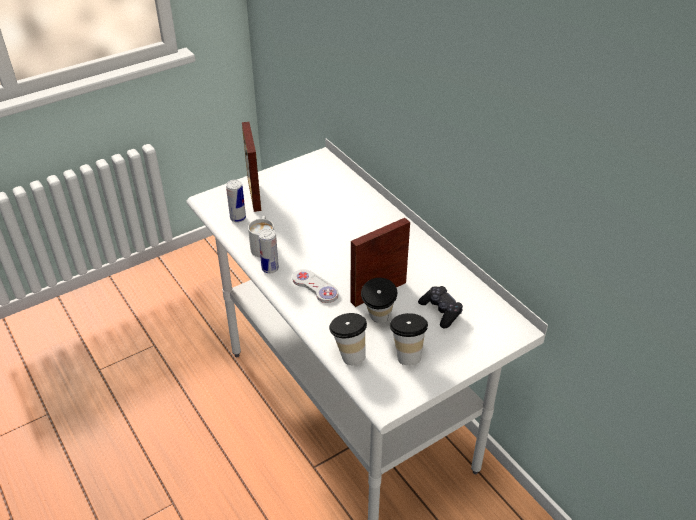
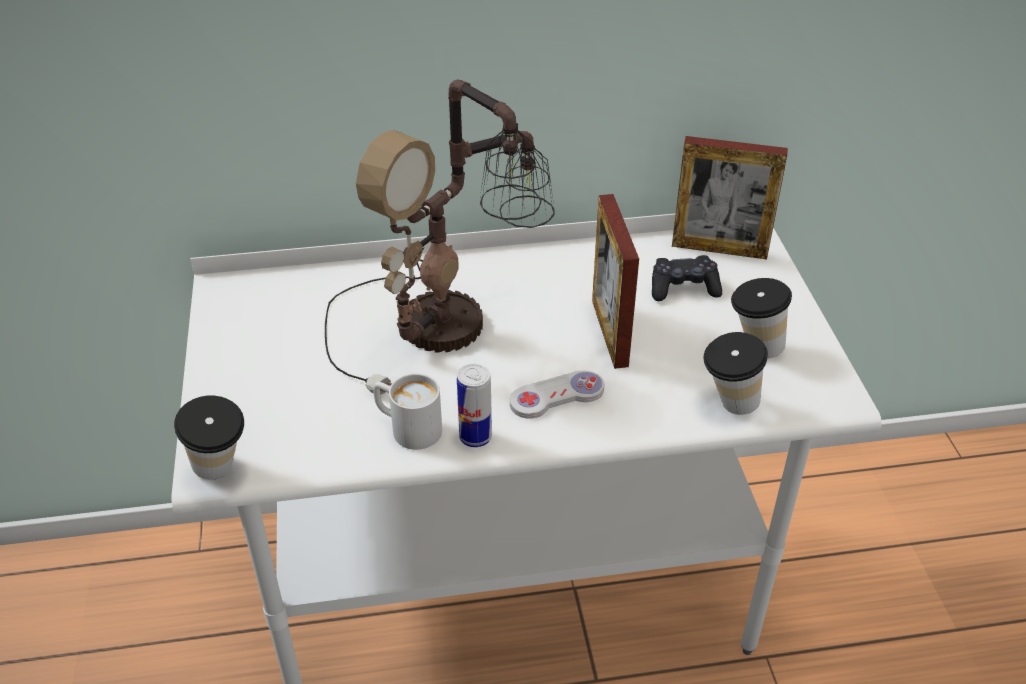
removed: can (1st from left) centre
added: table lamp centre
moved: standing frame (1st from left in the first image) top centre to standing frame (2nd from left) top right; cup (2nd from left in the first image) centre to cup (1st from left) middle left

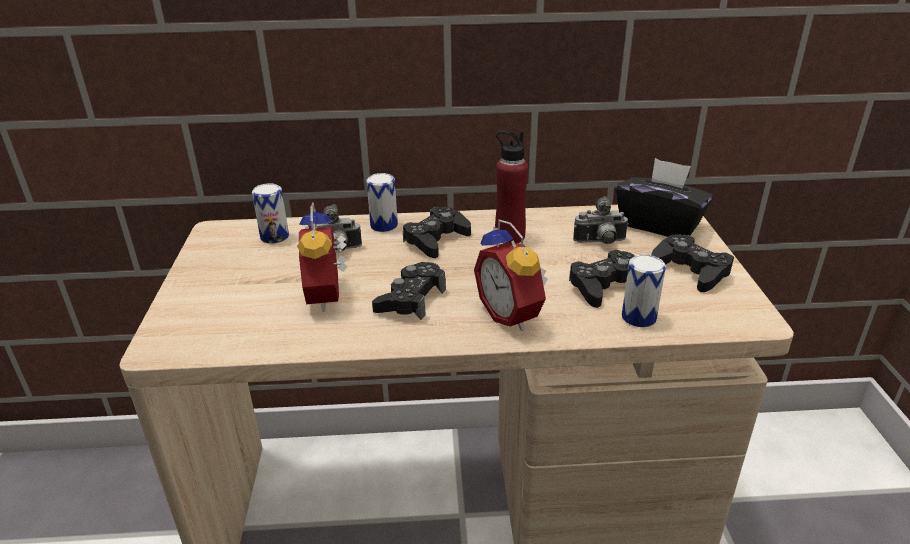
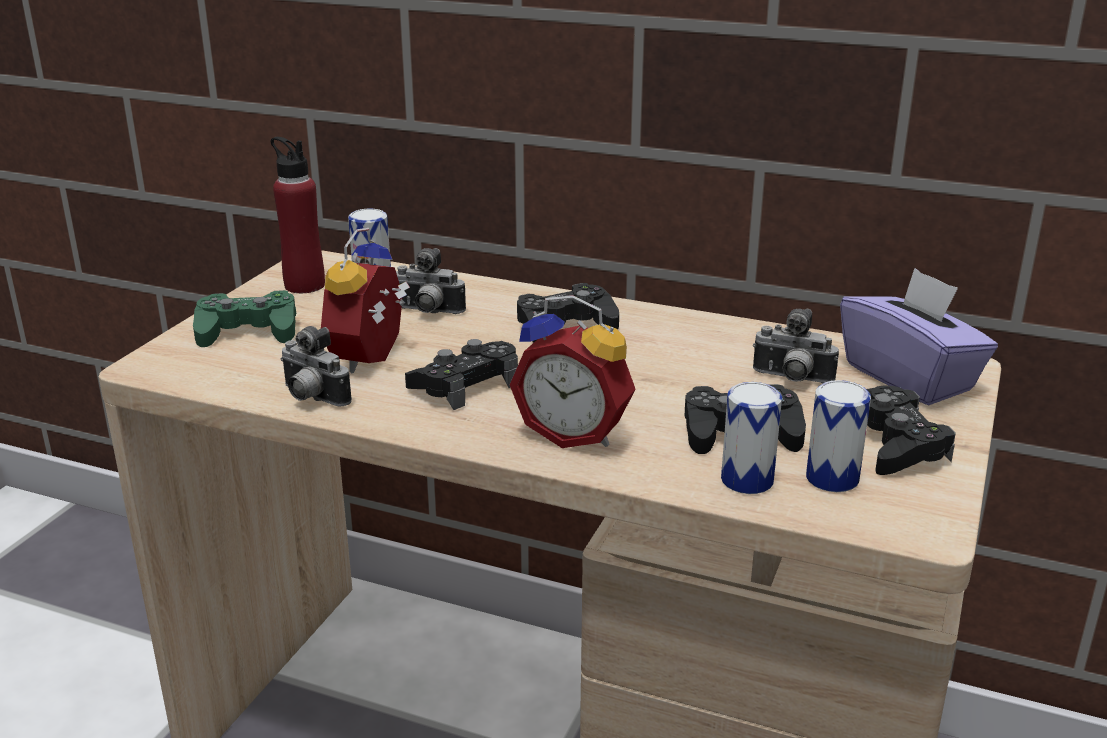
added: game controller (green-coloured) middle left; photo camera (1st from left) middle left
moved: can (2nd from left in the first image) centre to can (3rd from left) middle right; bottle (red) centre to top left
recoloured: tissue holder (blackish) middle right to tissue holder (purplish) middle right
turned: alarm clock (2nd from left) centre = centre 60 degrees counterclockwise

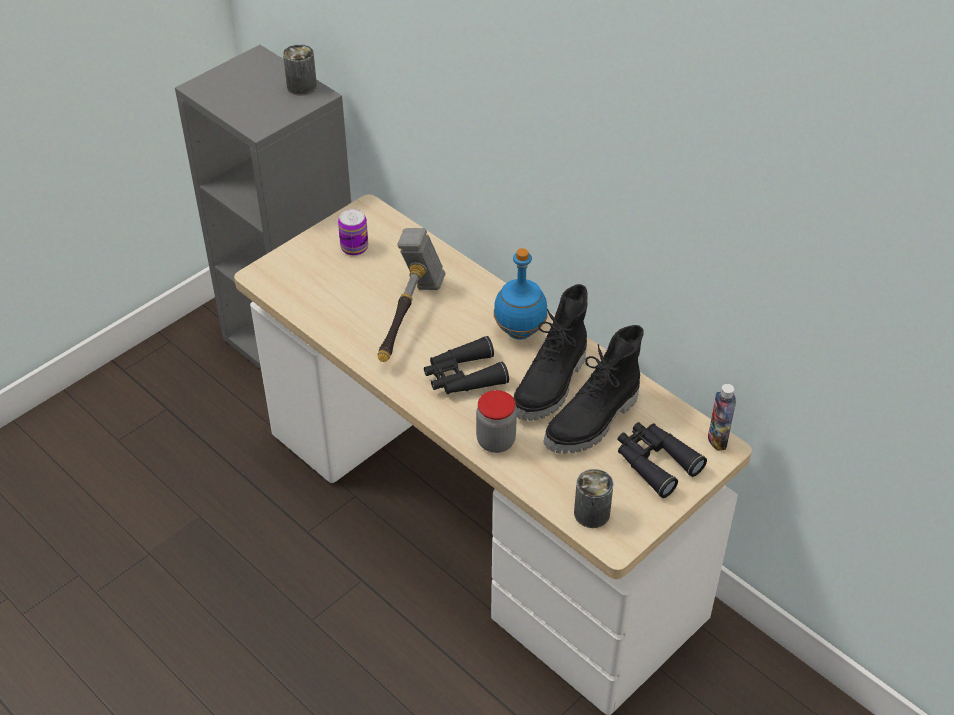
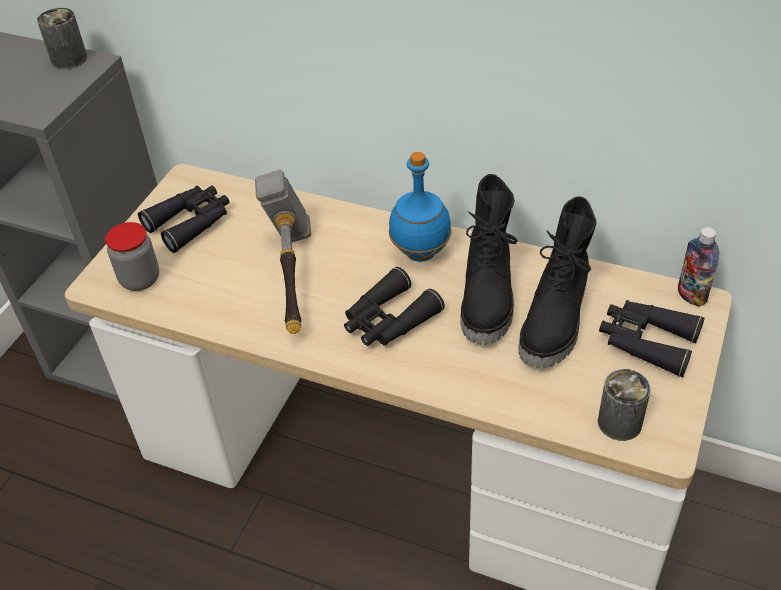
moved: preserve jar centre to middle left
replaced: can (2nd from left) top centre to pair of binoculars (blackish) (1st from left) middle left

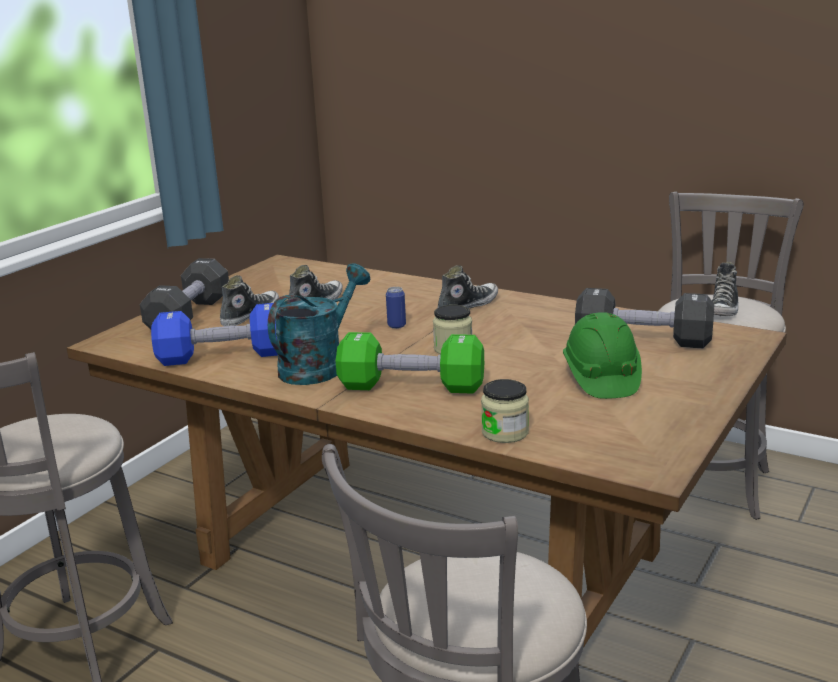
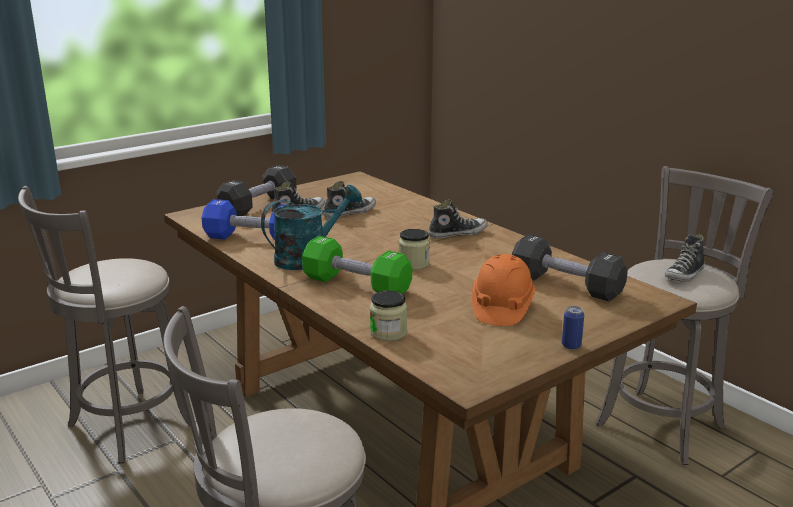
moved: can centre to middle right
recoloured: safety helmet (green-coloured) middle right to safety helmet (orangey) centre

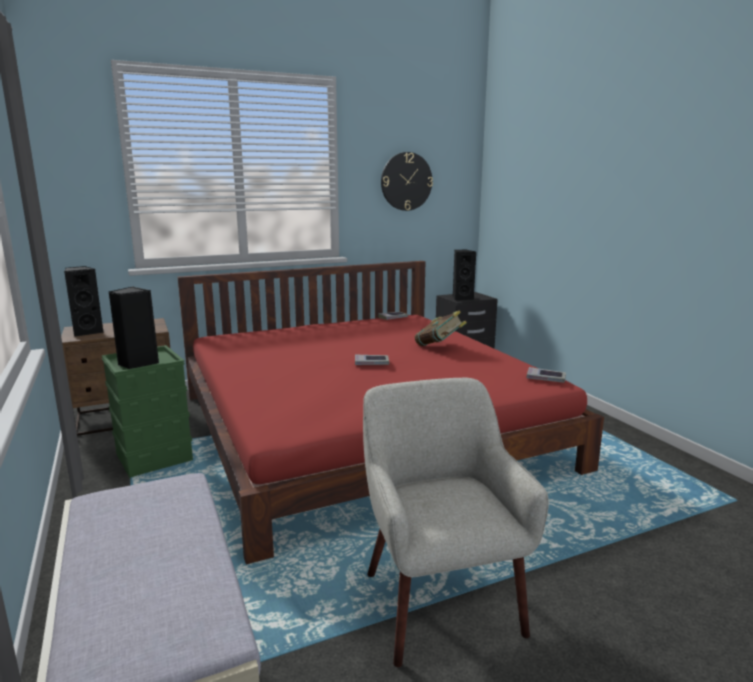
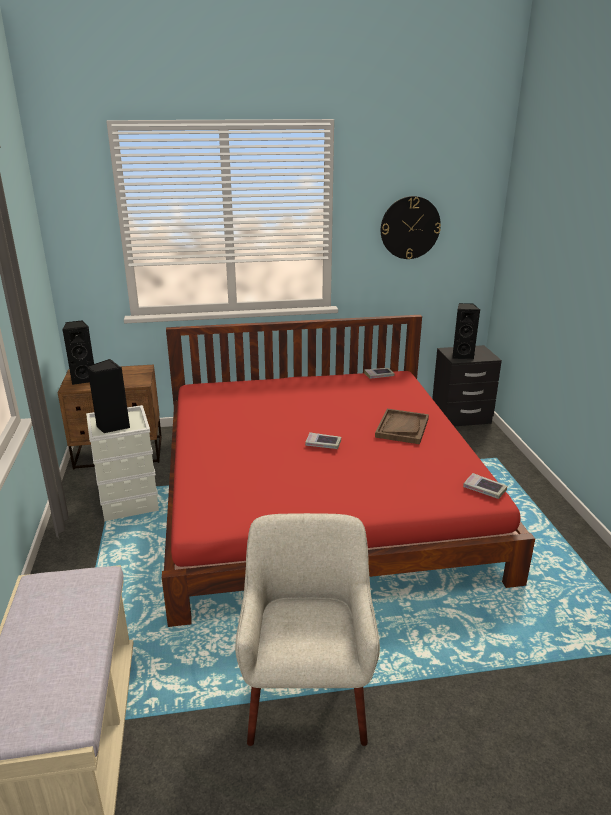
replaced: volume (3rd from left) centre to serving tray (brown) centre
recoloured: storage box (green-coloured) middle left to storage box (greyish) middle left

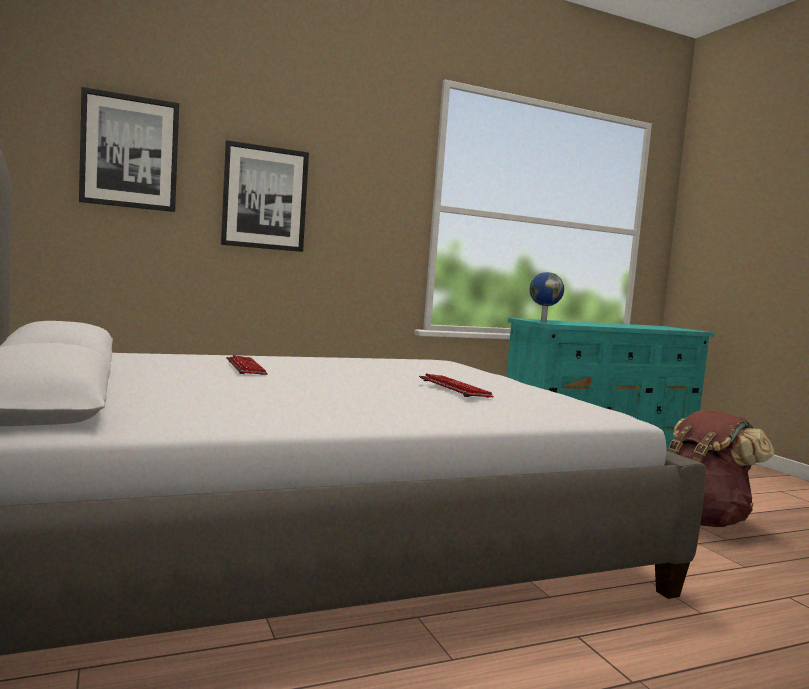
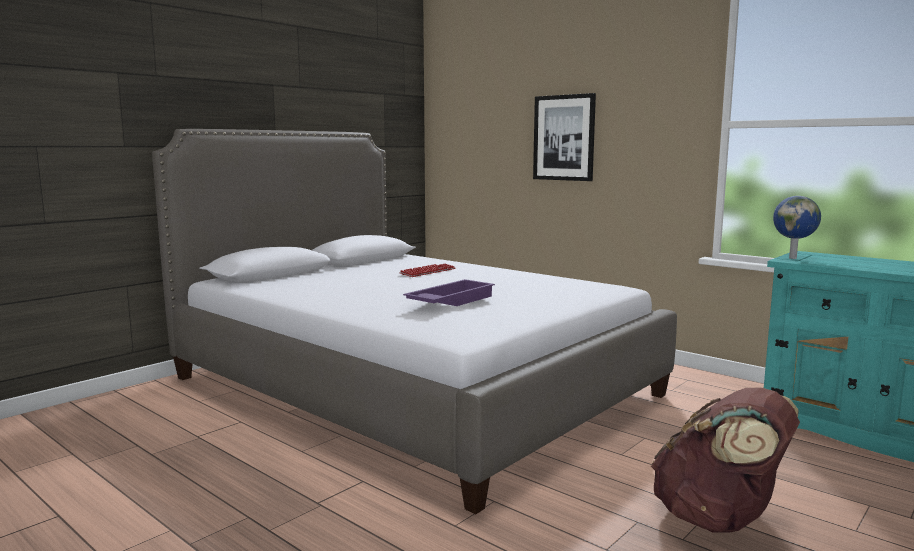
removed: wall art (1st from left) top left
replaced: computer keyboard (2nd from left) centre to serving tray (purplish) centre

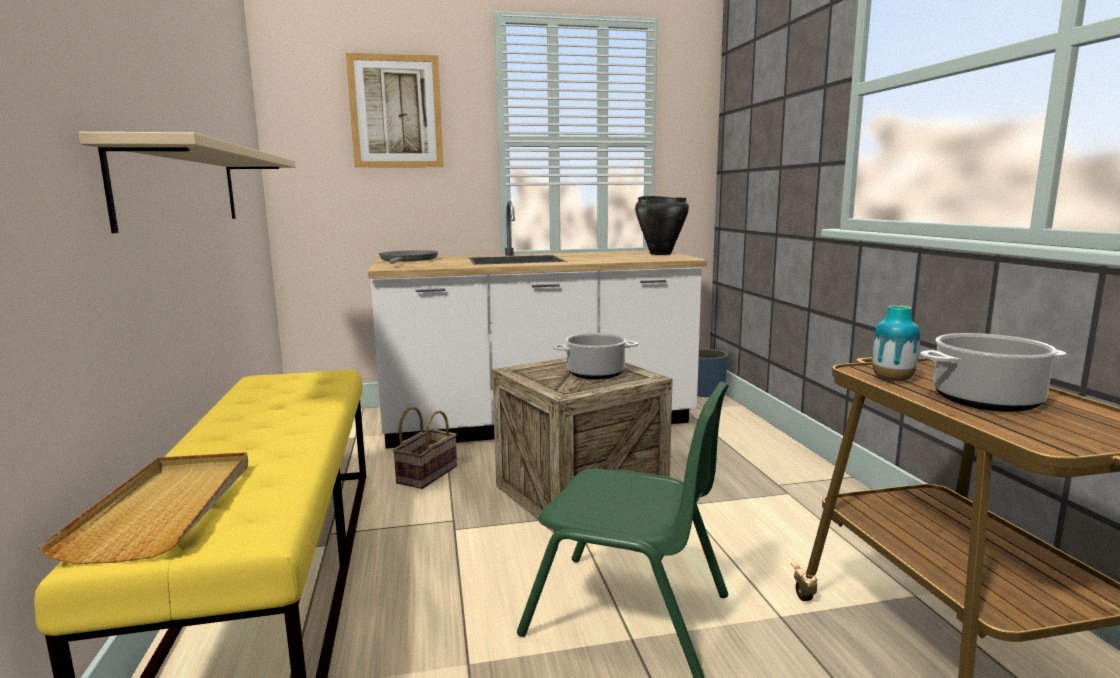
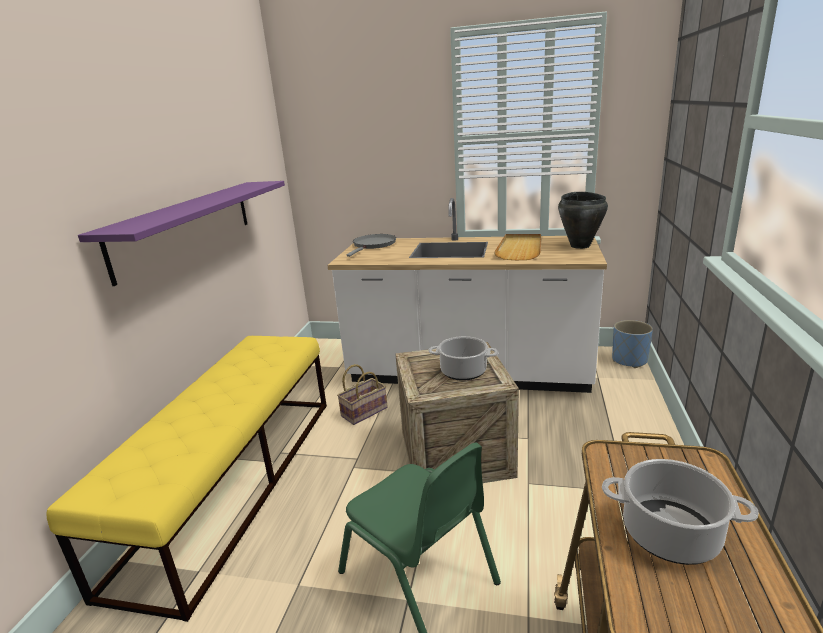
removed: wall art top centre; decorative vase middle right
moved: serving tray (beige-coloured) bottom left to centre
recoloured: shelf (beige-coloured) top left to shelf (purplish) middle left

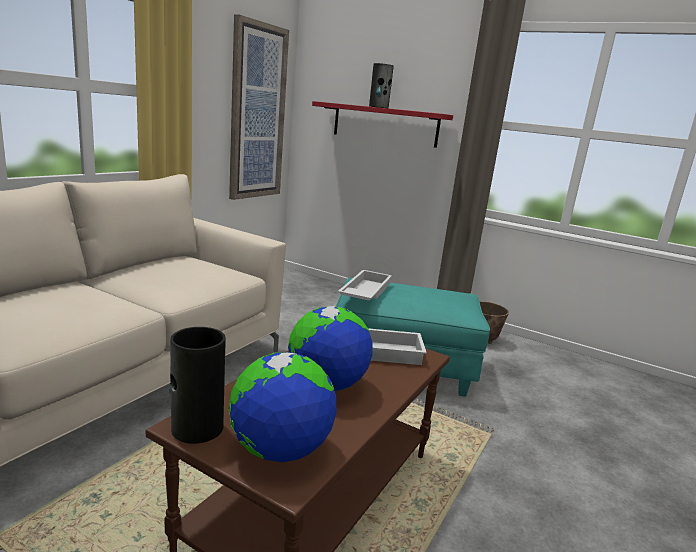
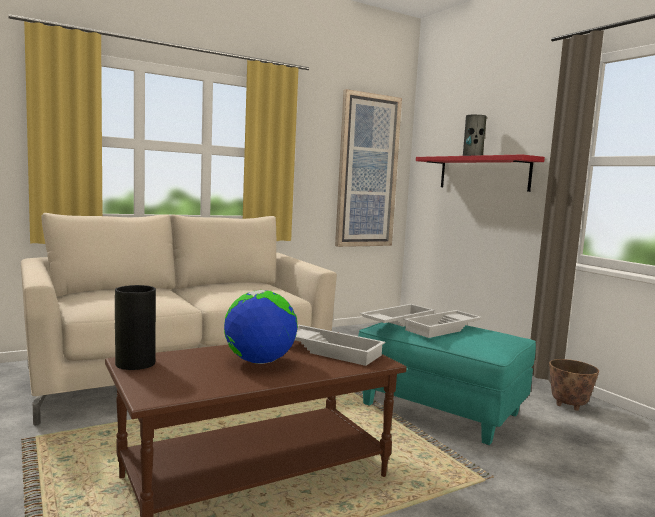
removed: world globe (1st from left) bottom centre
added: serving tray (white) (3rd from left) middle right

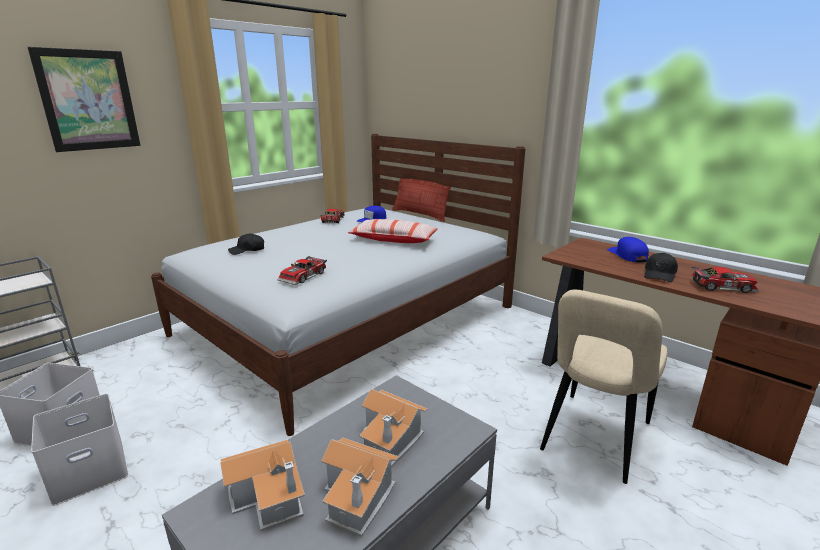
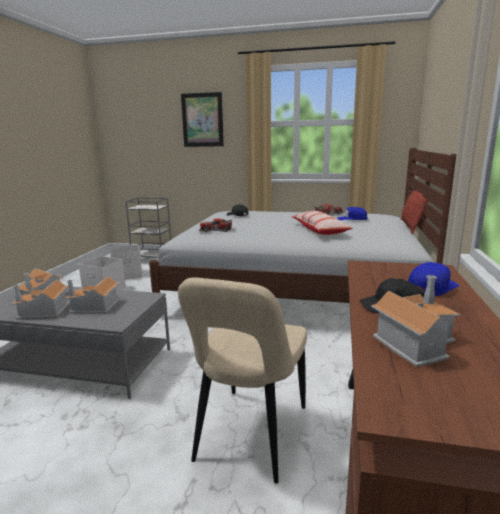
replaced: toy car (3rd from left) middle right to miniature house (4th from left) middle right
turned: plain chair (beige-coloured) bottom right = bottom centre 75 degrees counterclockwise

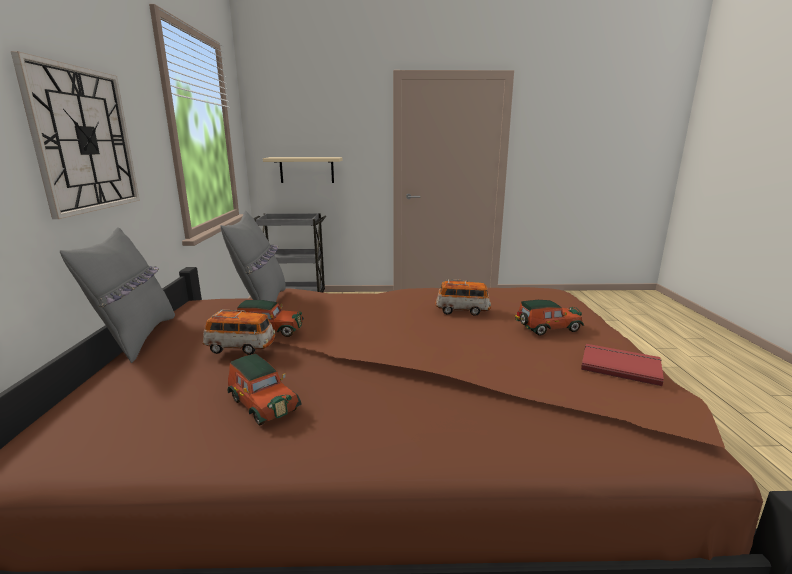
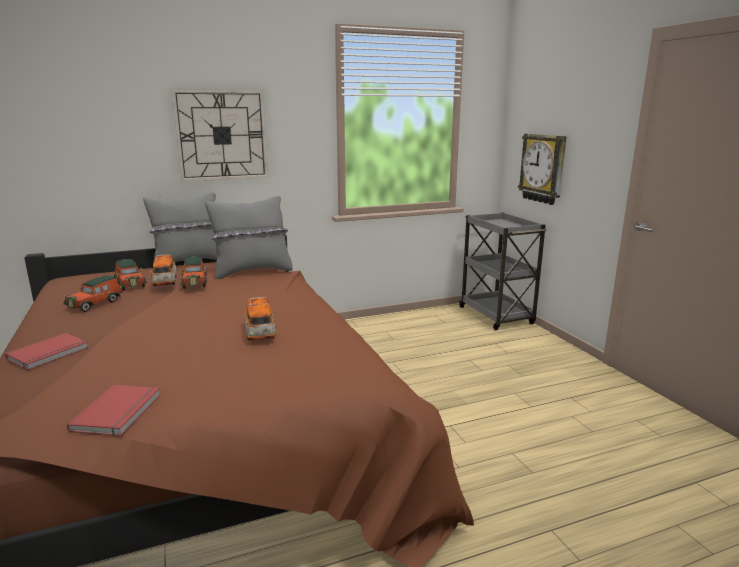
added: volume (red) (1st from left) middle left
moved: toy car (5th from left in the first image) middle right to toy car (2nd from left) middle left
replaced: shelf (beige-coloured) top centre to wall clock (2nd from left) top right

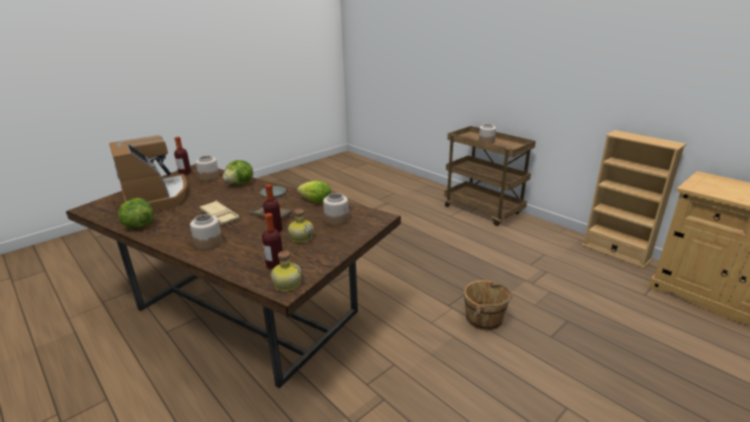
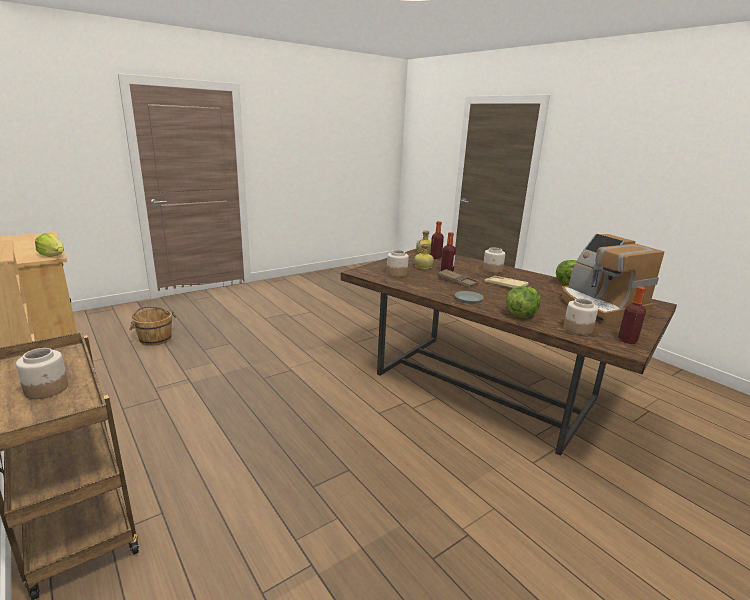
moved: lettuce head (3rd from left in the first image) centre to lettuce head (1st from left) middle left; pail (brown) bottom centre to middle left

